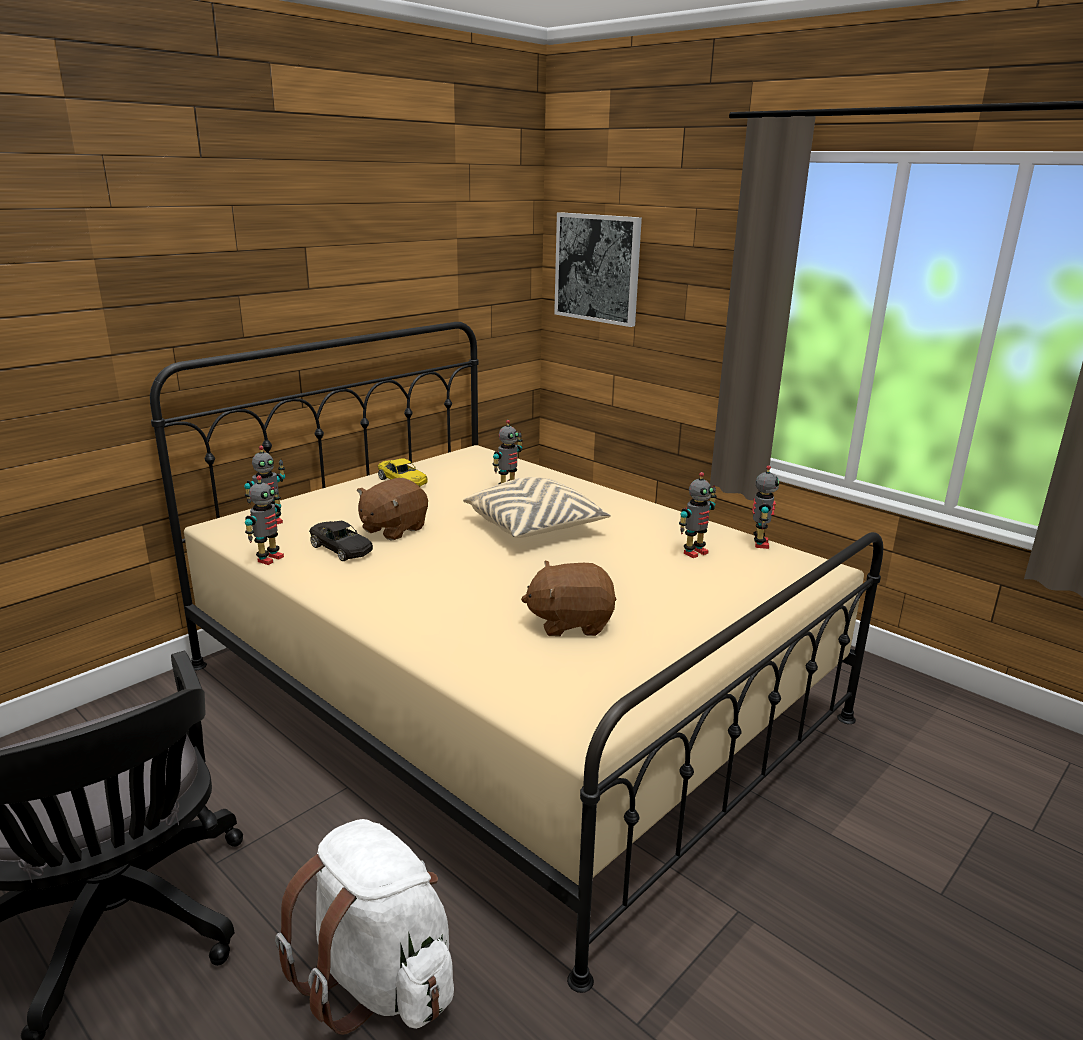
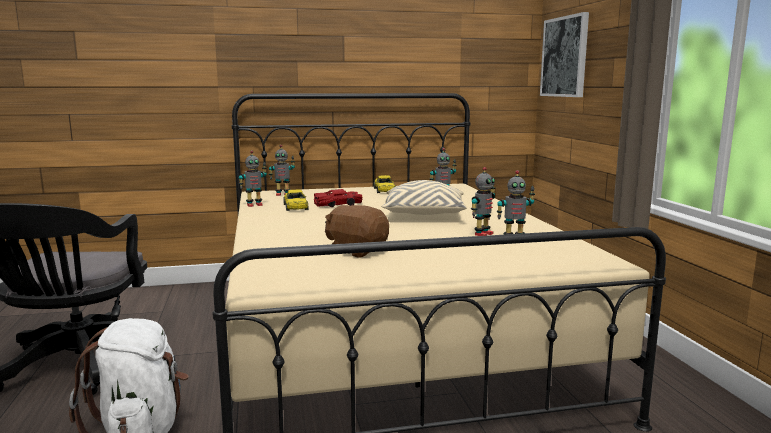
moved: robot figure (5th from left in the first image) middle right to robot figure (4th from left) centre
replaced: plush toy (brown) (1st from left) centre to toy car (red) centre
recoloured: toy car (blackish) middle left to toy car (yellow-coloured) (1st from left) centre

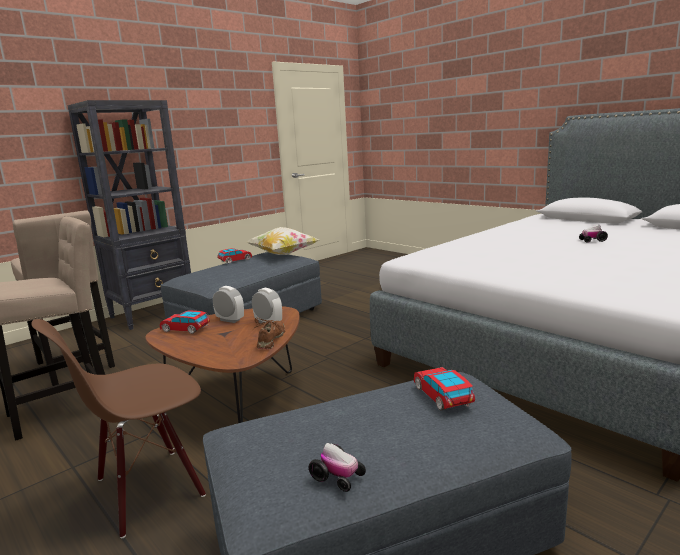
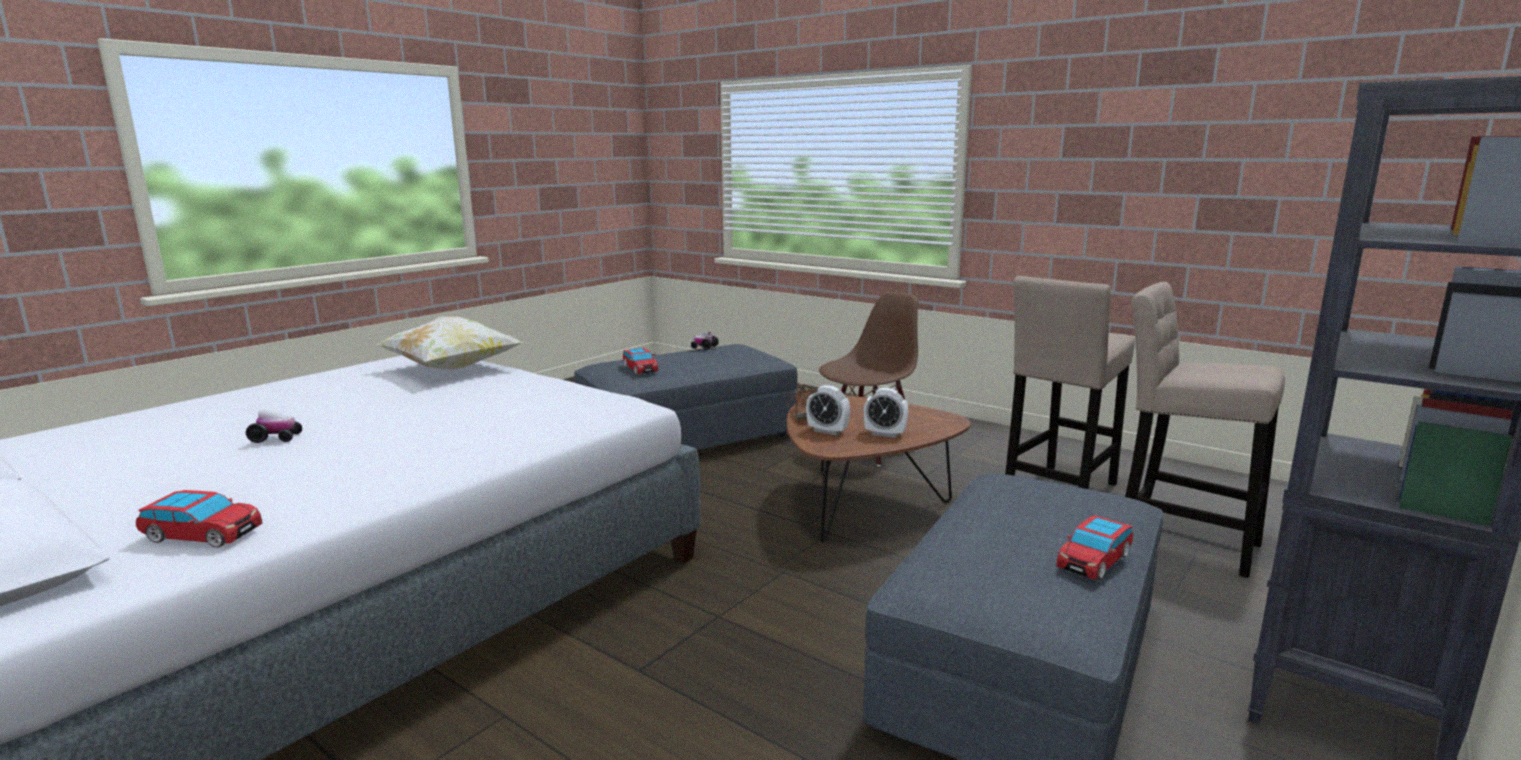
moved: toy car (1st from left) middle left to bottom left; throw pillow centre to middle left

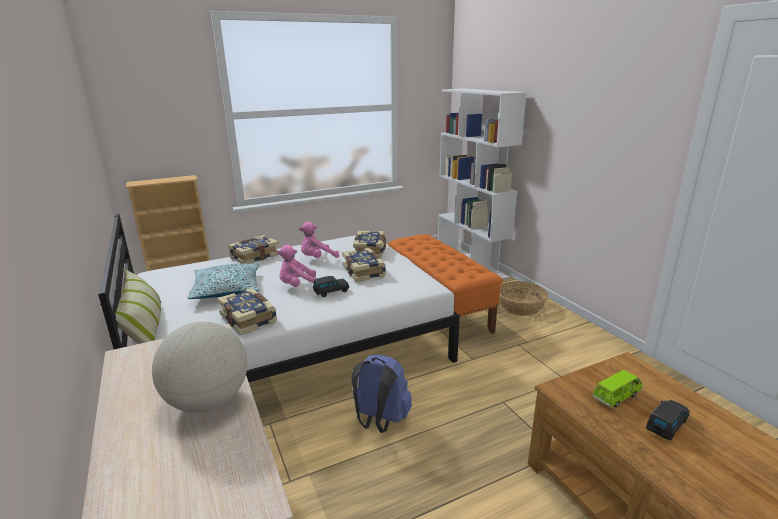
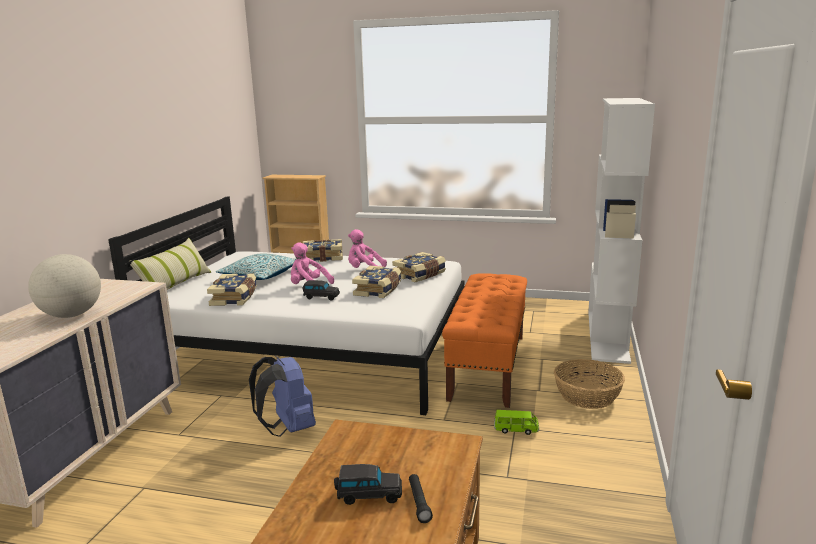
added: hand torch (blackish) bottom centre
moved: toy car (green-coloured) bottom right to bottom centre

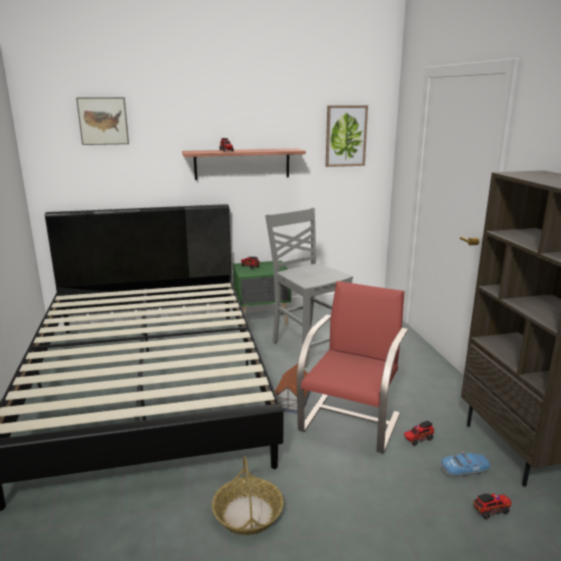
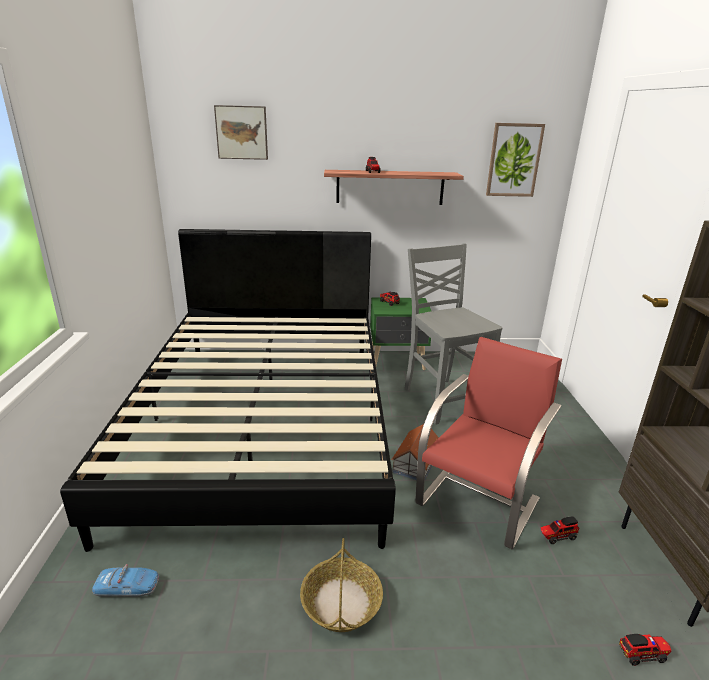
moved: toy car bottom right to bottom left

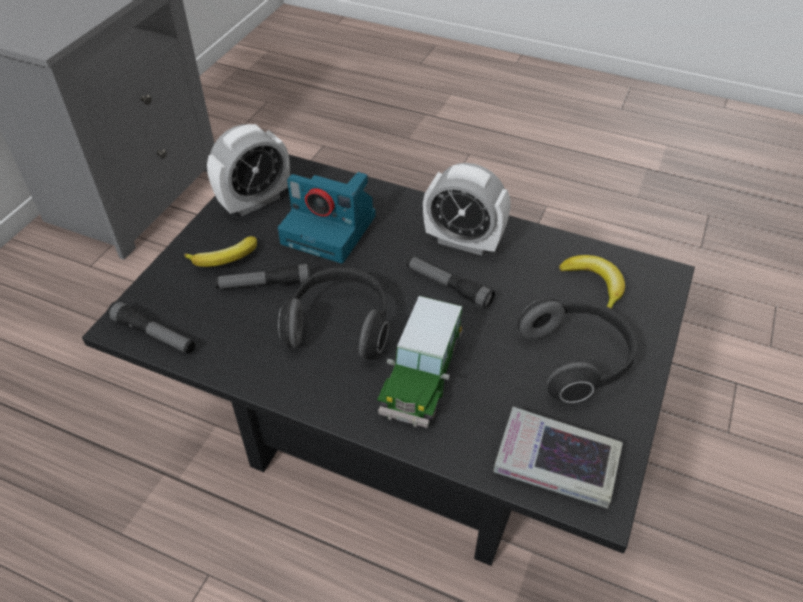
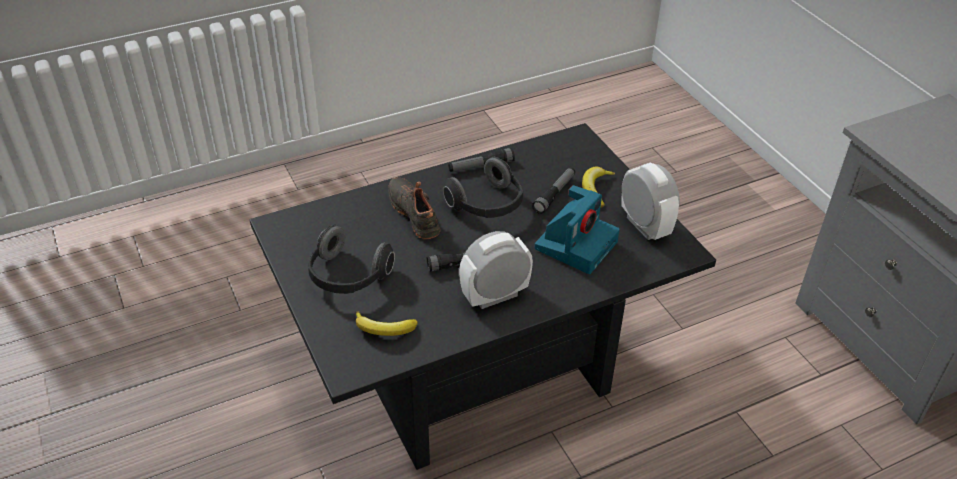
removed: volume bottom right
moved: hand torch (1st from left in the first image) middle left to hand torch (2nd from left) centre
replaced: toy car centre to low shoe (blackish) centre
turned: alarm clock (1st from left in the first image) top left = middle right 150 degrees clockwise; photo camera centre = centre 150 degrees clockwise

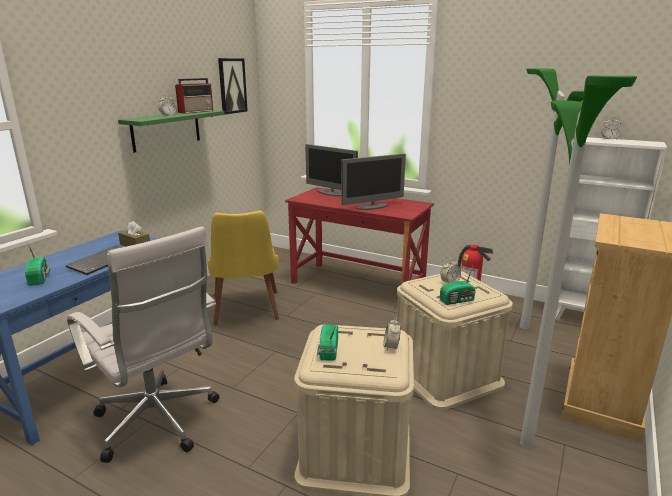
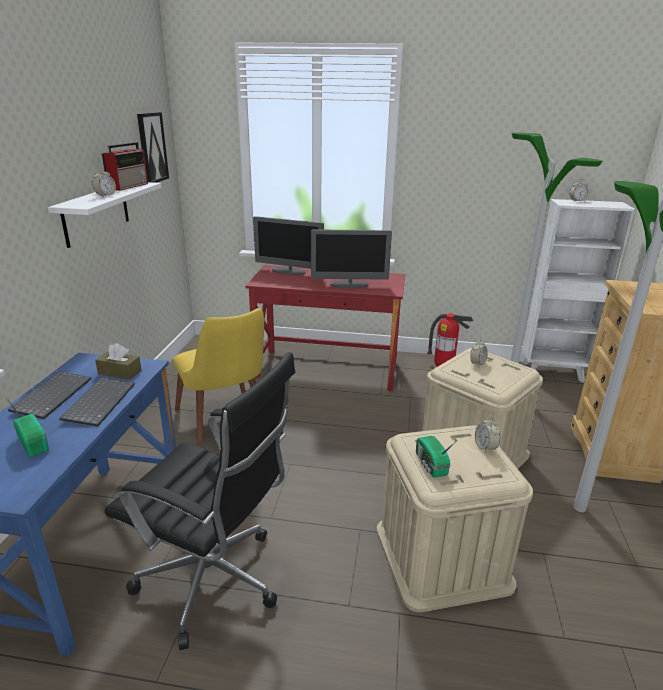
removed: radio set (4th from left) middle right
added: computer keyboard (1st from left) middle left
recoloured: desk chair (white) bottom left to desk chair (blackish) bottom left; shelf (green-coloured) top left to shelf (white) top left
turned: monitor (2nd from left) centre = centre 45 degrees clockwise

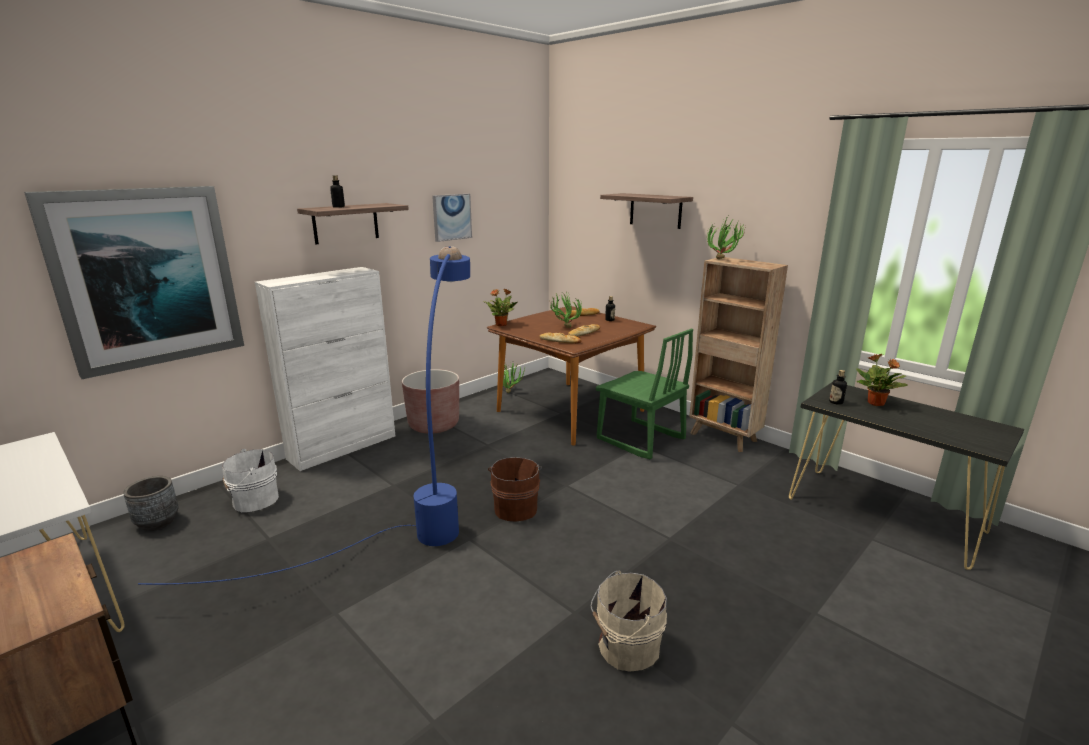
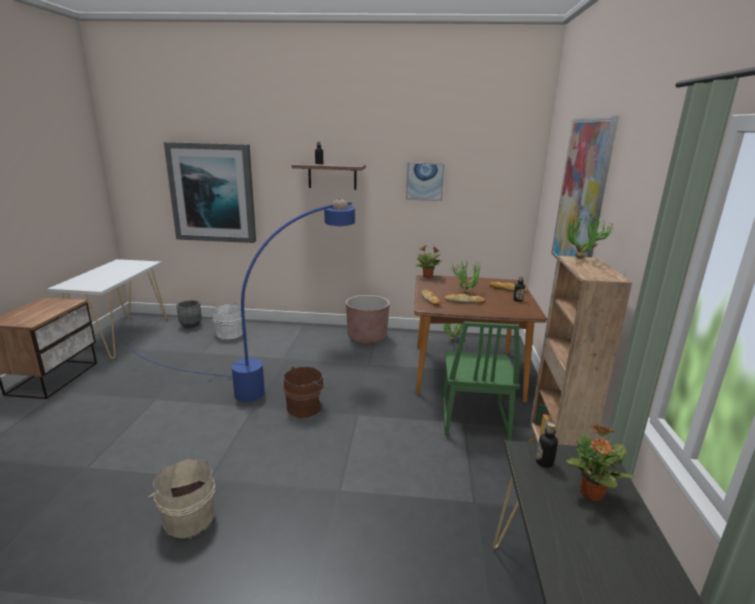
removed: cabinet (white) middle left
replaced: shelf (2nd from left) top centre to wall art (3rd from left) top right

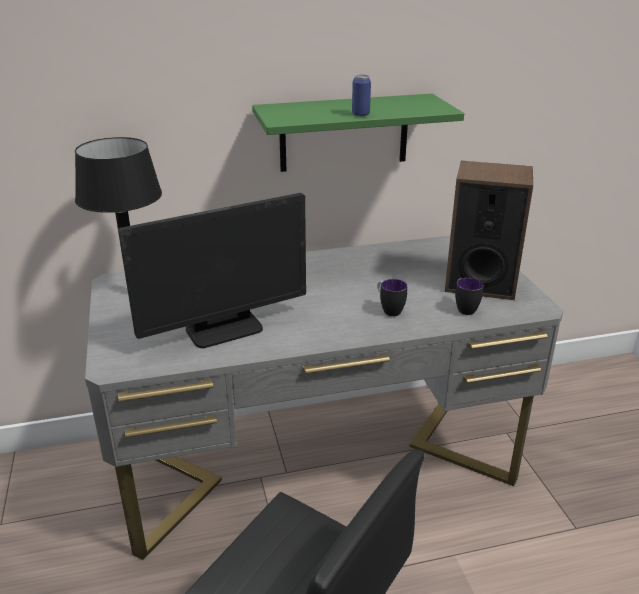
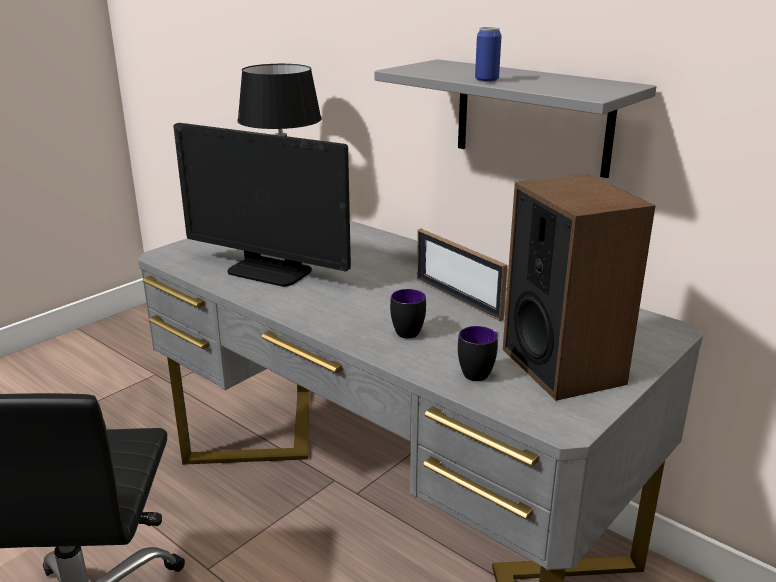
added: standing frame centre
recoloured: shelf (green-coloured) top centre to shelf (greyish) top centre

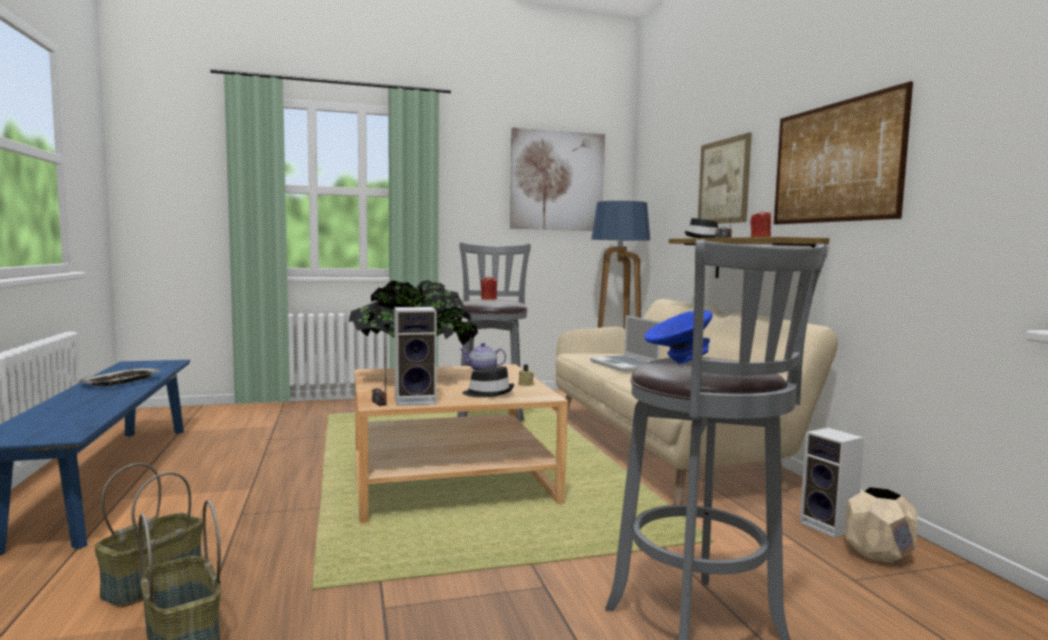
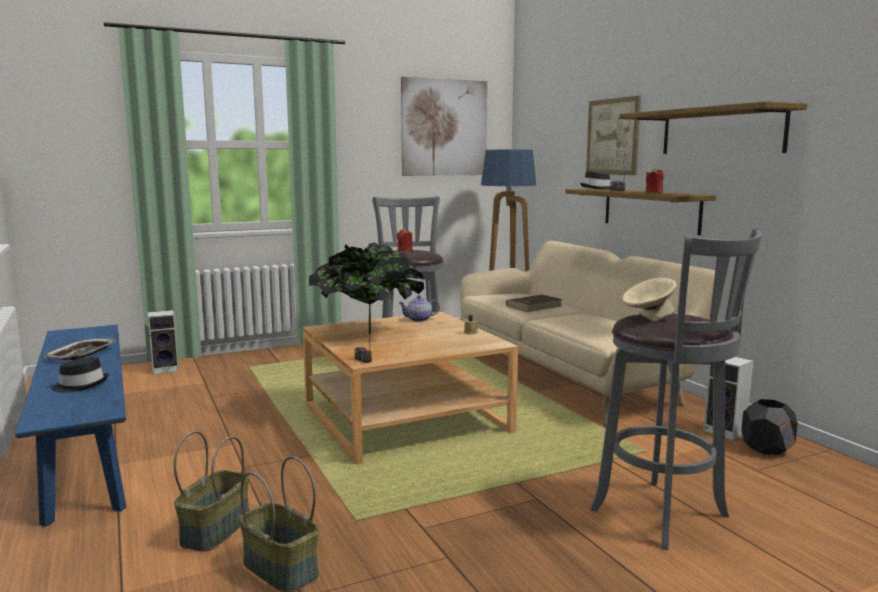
moved: audio speaker (1st from left) centre to middle left; wearable hat (blackish) (1st from left) centre to middle left
replaced: laptop centre to volume (brown) centre; wall art (3rd from left) top right to shelf (2nd from left) top right
recoloured: deep dish (blue-coloured) centre to deep dish (beige-coloured) middle right; flower pot (beige-coloured) bottom right to flower pot (blackish) bottom right

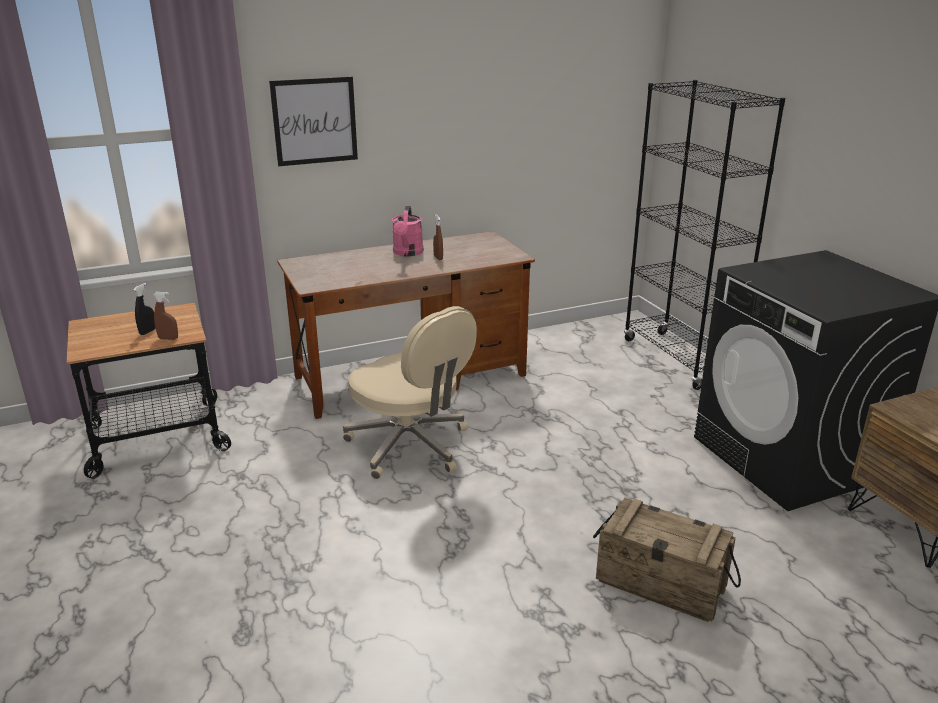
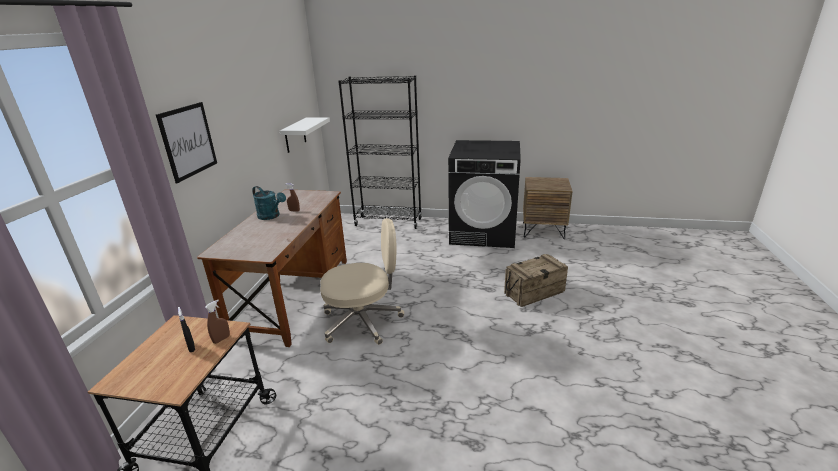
added: shelf (white) top centre
recoloured: sprinkling can (pinkish) top centre to sprinkling can (blue-green) middle left

